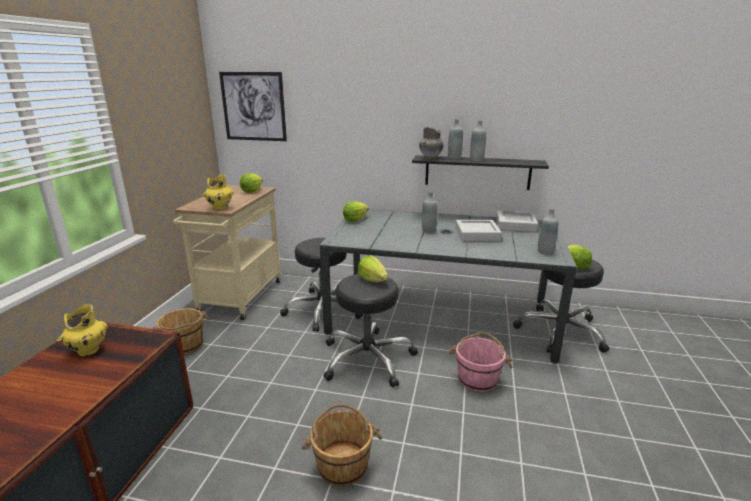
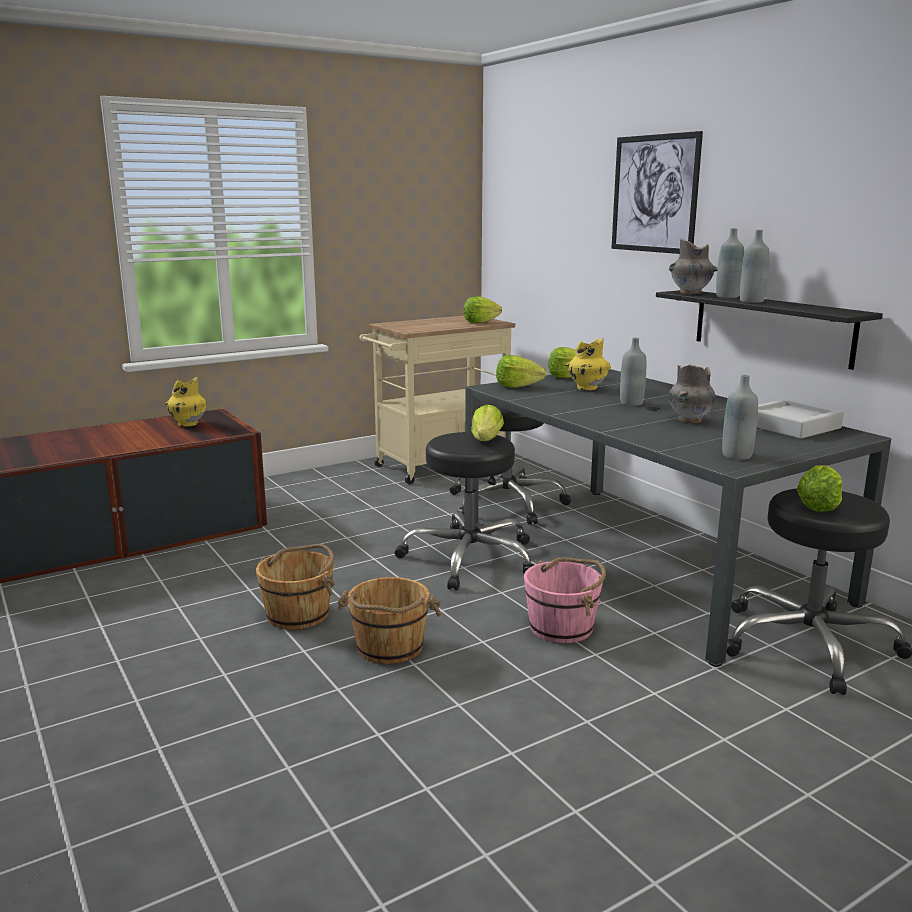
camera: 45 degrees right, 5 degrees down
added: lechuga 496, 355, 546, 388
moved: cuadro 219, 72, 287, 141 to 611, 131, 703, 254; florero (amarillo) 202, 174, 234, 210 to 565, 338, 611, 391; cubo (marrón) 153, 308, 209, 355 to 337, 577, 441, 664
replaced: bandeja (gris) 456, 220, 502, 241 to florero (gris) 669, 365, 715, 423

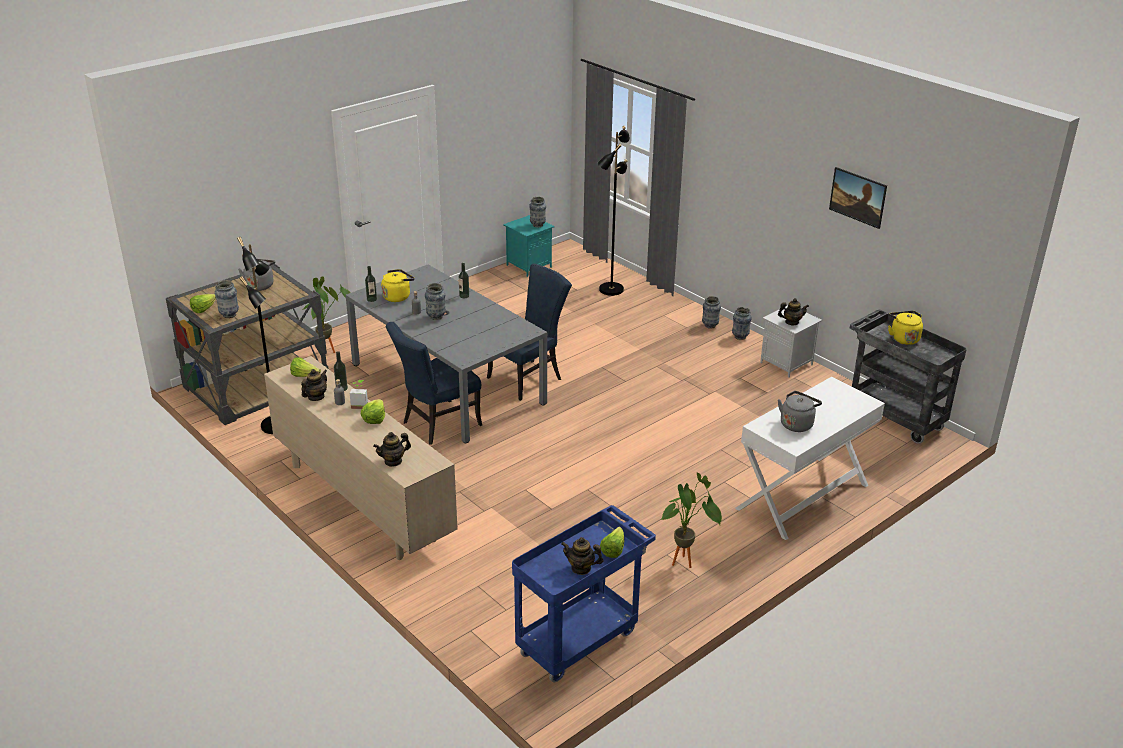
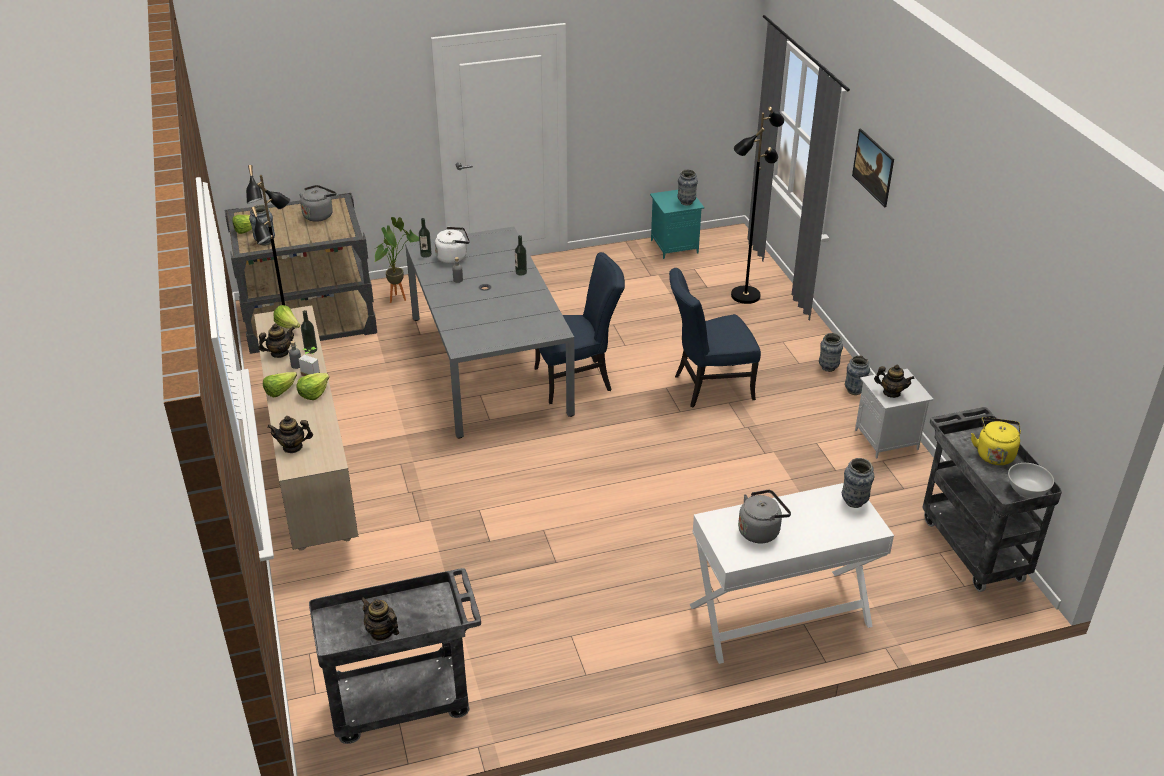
camera: 25 degrees right, 5 degrees up
removed: planta en maceta 661, 473, 722, 568
added: cuenco (blanco) 1008, 463, 1054, 498
moved: cuadro 829, 167, 887, 229 to 852, 128, 894, 208; florero 425, 283, 446, 320 to 842, 458, 874, 508; silla (azul) 386, 322, 482, 445 to 669, 268, 761, 407; lechuga 600, 527, 624, 558 to 263, 372, 297, 397
recoloured: hervidor (amarillo) 381, 269, 414, 302 to hervidor (blanco) 435, 227, 470, 264; carrito (azul) 512, 505, 656, 682 to carrito (gris) 309, 568, 481, 744

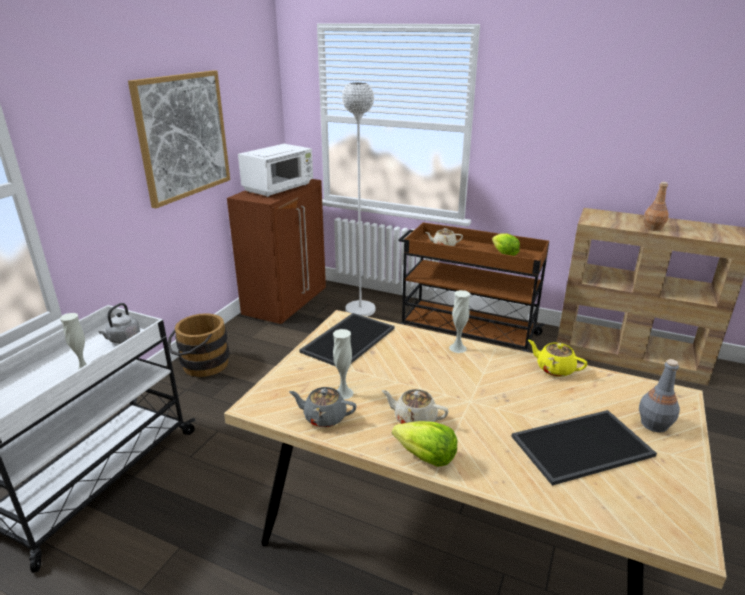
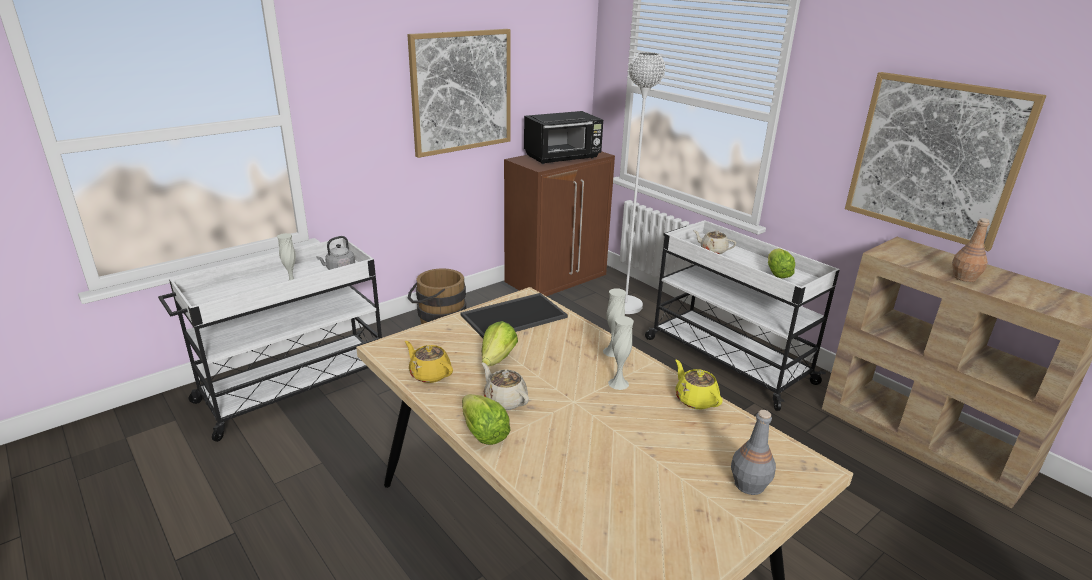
camera: 25 degrees right, 0 degrees up
removed: bandeja 511, 410, 657, 486
added: cuadro 845, 72, 1046, 251; lechuga 482, 321, 518, 366
moved: florero (blanco) 333, 329, 354, 399 to 608, 316, 634, 390
recoloured: microondas (blanco) 238, 144, 313, 197 to microondas (negro) 524, 111, 603, 164; carrito (marrón) 398, 222, 549, 353 to carrito (blanco) 645, 220, 840, 411; tetera (gris) 289, 387, 357, 427 to tetera (amarillo) 405, 341, 453, 383

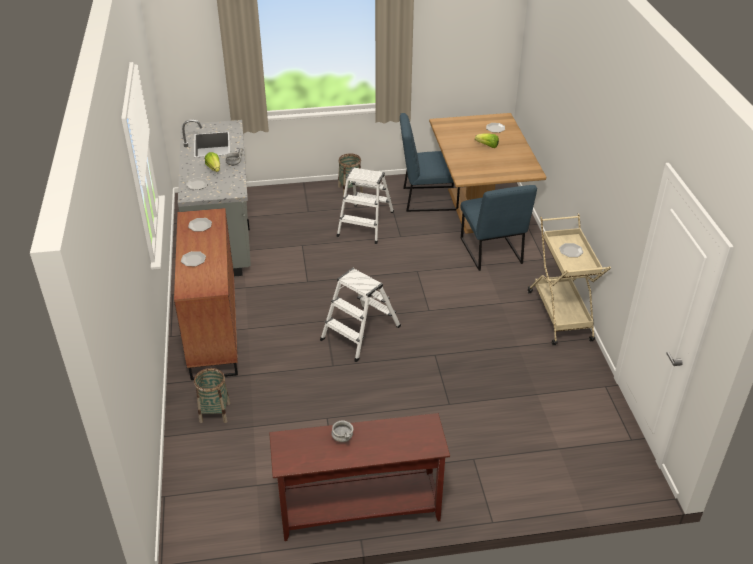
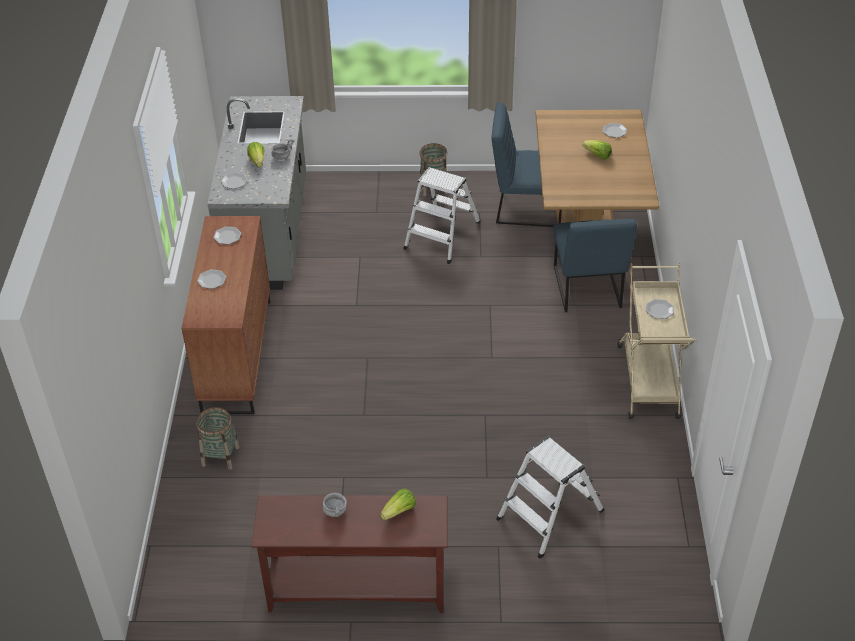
camera: 10 degrees right, 5 degrees up
added: lechuga 380, 489, 416, 520
moved: escalera de tijera (blanco) 320, 268, 401, 362 to 496, 436, 605, 559

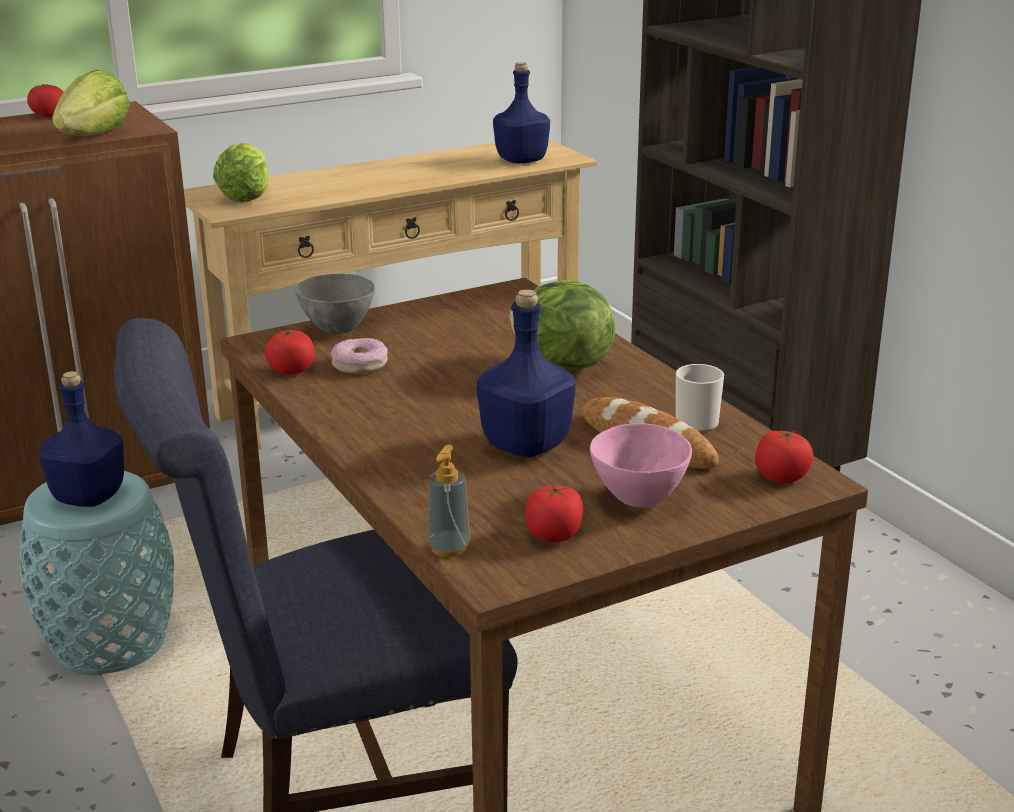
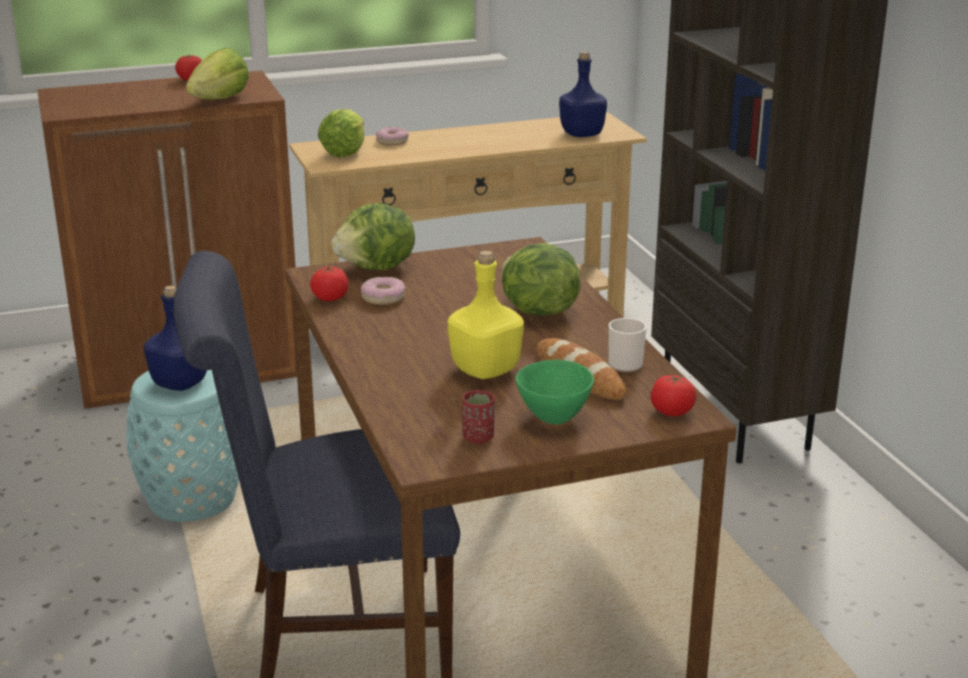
camera: 10 degrees right, 0 degrees up
removed: dispensador de jabón 427, 445, 470, 557
added: rosquilla 376, 127, 409, 146
replaced: cuenco (gris) 295, 274, 375, 334 to lechuga 331, 203, 415, 270; tomate 525, 484, 583, 542 to taza (rojo) 462, 390, 495, 444
recoloured: botella (azul) 477, 289, 576, 457 to botella (amarillo) 448, 250, 524, 379; cuenco (rosa) 590, 423, 692, 508 to cuenco (verde) 516, 360, 594, 425

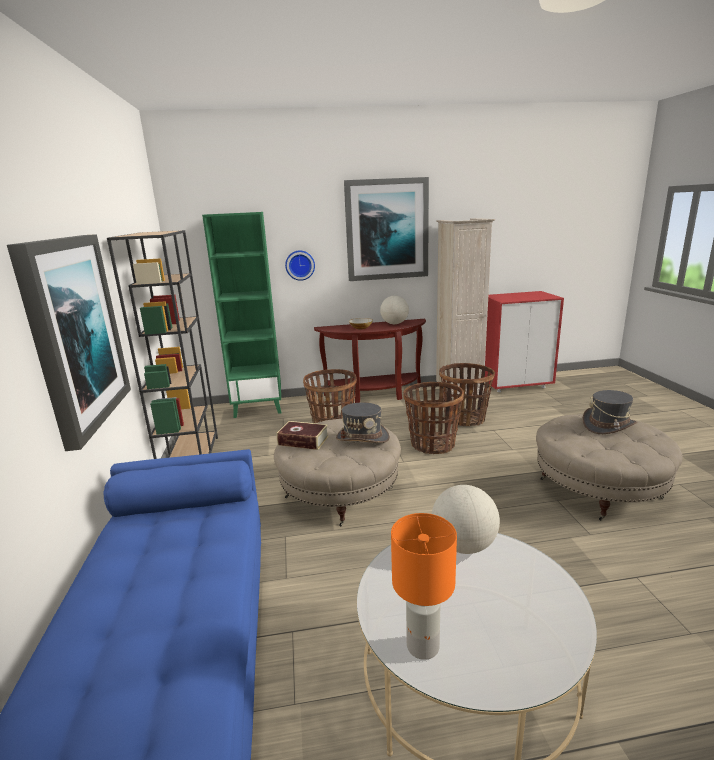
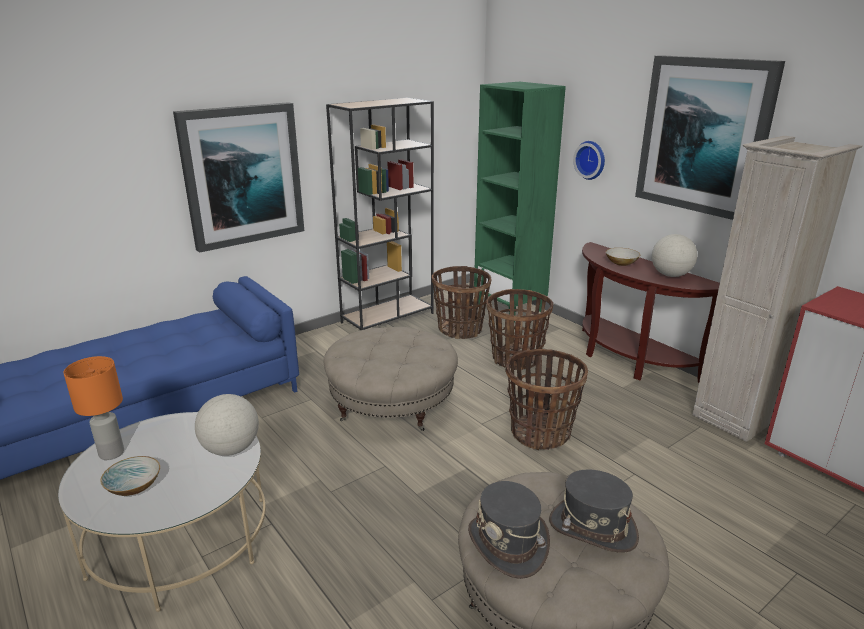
camera: 60 degrees right, 5 degrees up
removed: libro 277, 421, 329, 450
added: cuenco 100, 456, 160, 496
moved: cesta 439, 363, 495, 426 to 432, 266, 492, 339; sombrero (gris) 336, 402, 390, 443 to 468, 481, 550, 579

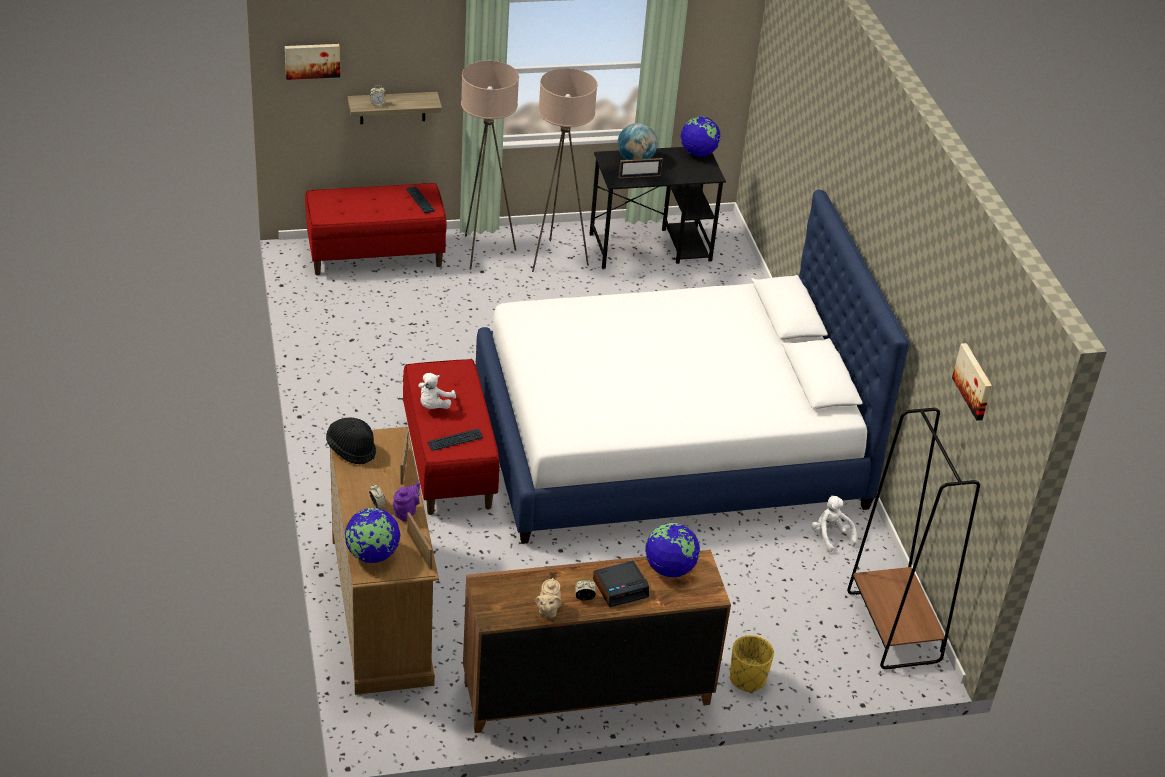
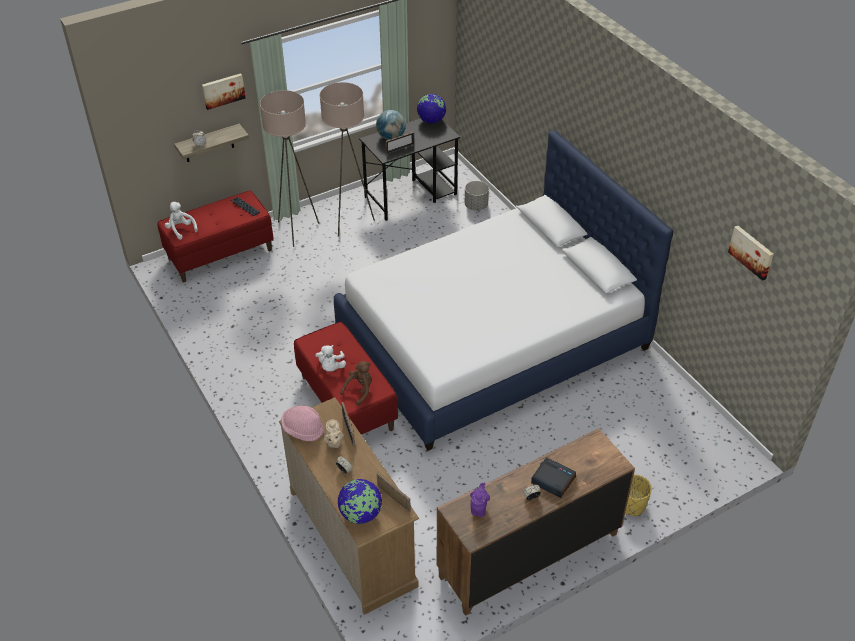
camera: 15 degrees left, 5 degrees up
removed: perchero 847, 408, 980, 669; globo terráqueo 645, 523, 700, 577
added: maceta (gris) 465, 181, 489, 211
moved: cuadro 285, 44, 340, 80 to 202, 73, 246, 110; tetera (morado) 393, 482, 420, 521 to 470, 482, 490, 517; peluche (blanco) 811, 495, 856, 552 to 165, 202, 198, 240; tetera (beis) 536, 578, 561, 619 to 324, 419, 343, 448
replaced: teclado 427, 428, 484, 451 to peluche (marrón) 340, 361, 372, 406
recoloured: sombrero (negro) 326, 417, 376, 464 to sombrero (rosa) 281, 406, 324, 441
turned: despertador 593, 561, 649, 607 = 531, 457, 576, 498 105 degrees counterclockwise

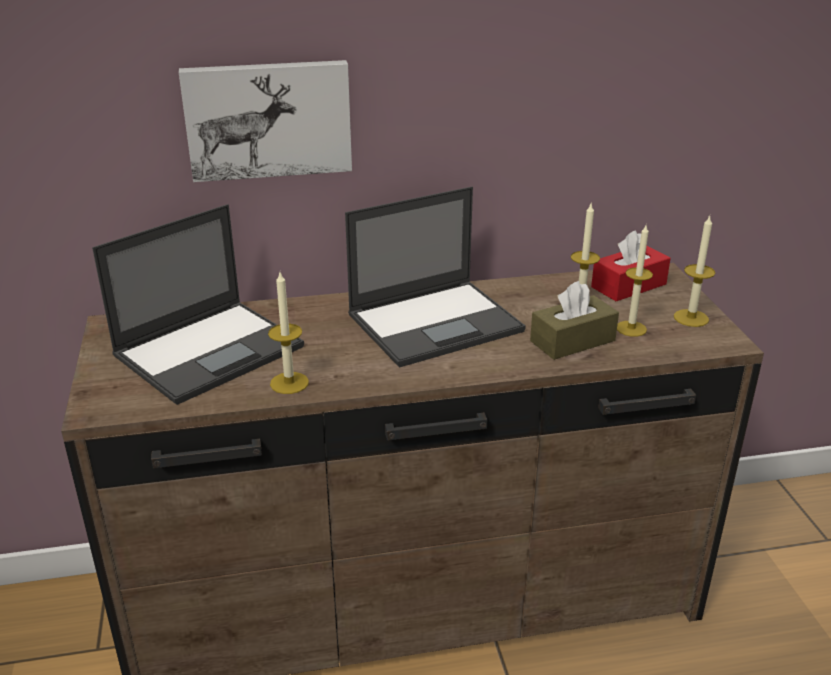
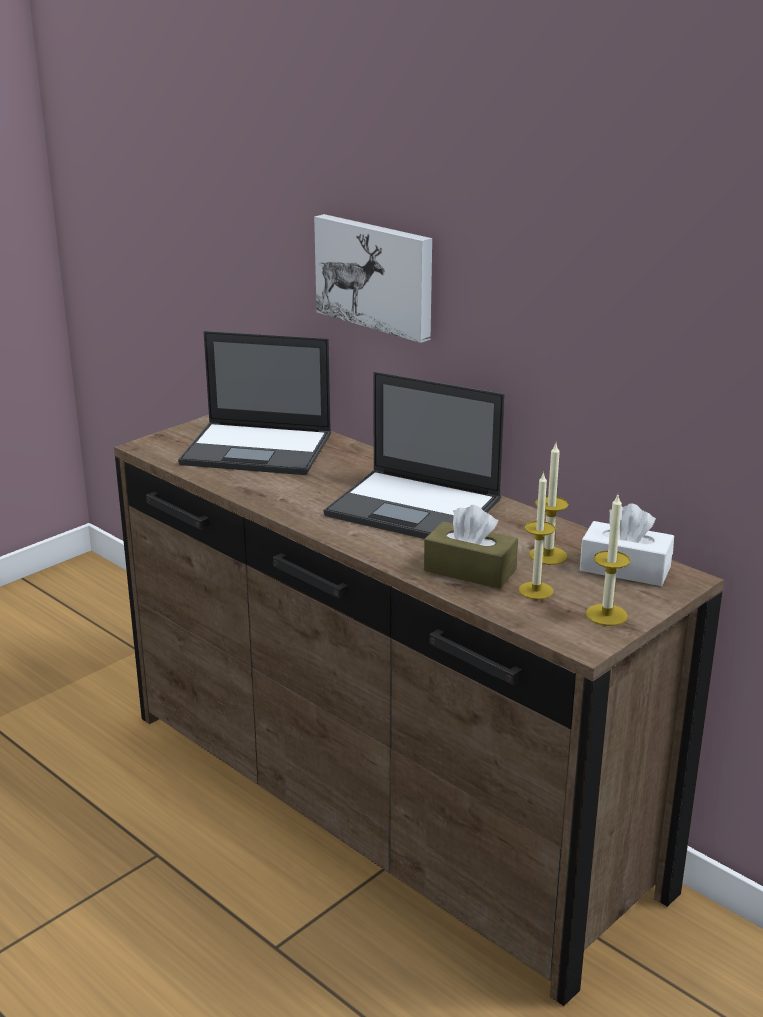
camera: 55 degrees right, 5 degrees down
removed: vela 268, 272, 309, 394
recoloured: caja de pañuelos (rojo) 591, 230, 671, 301 to caja de pañuelos (blanco) 580, 504, 674, 586

